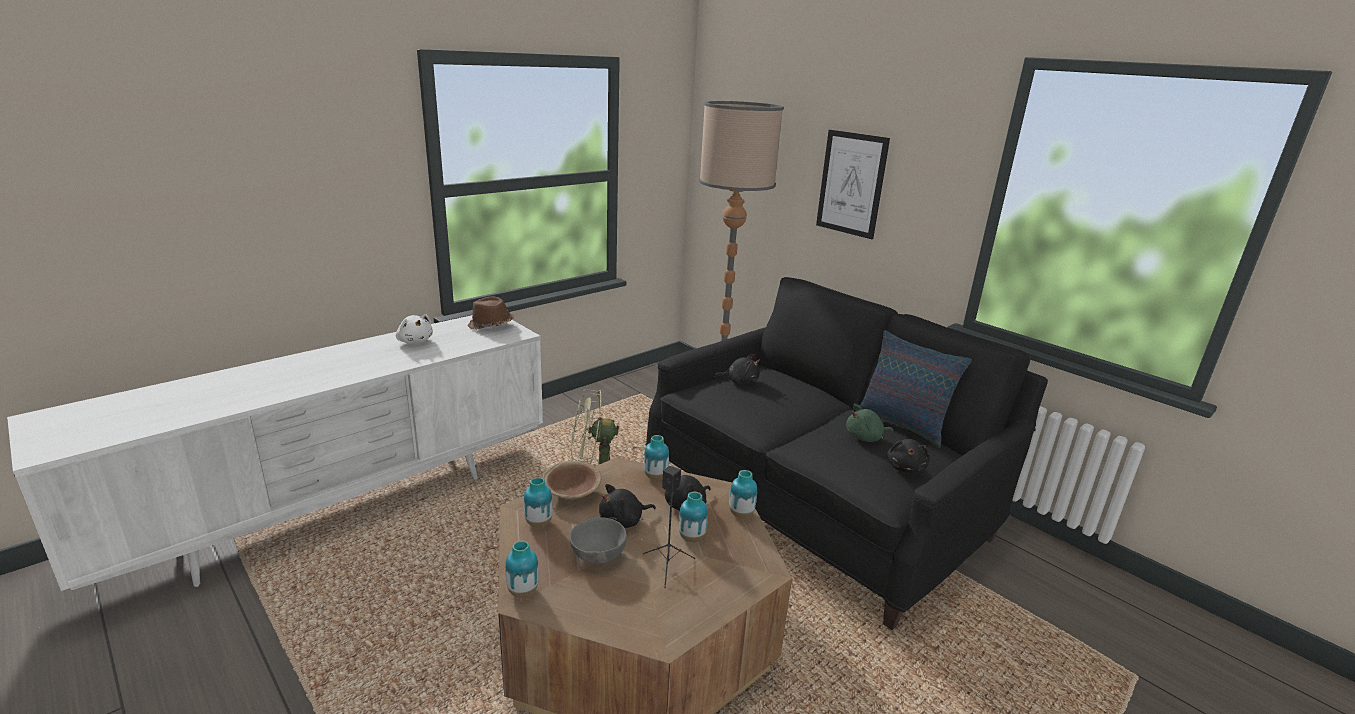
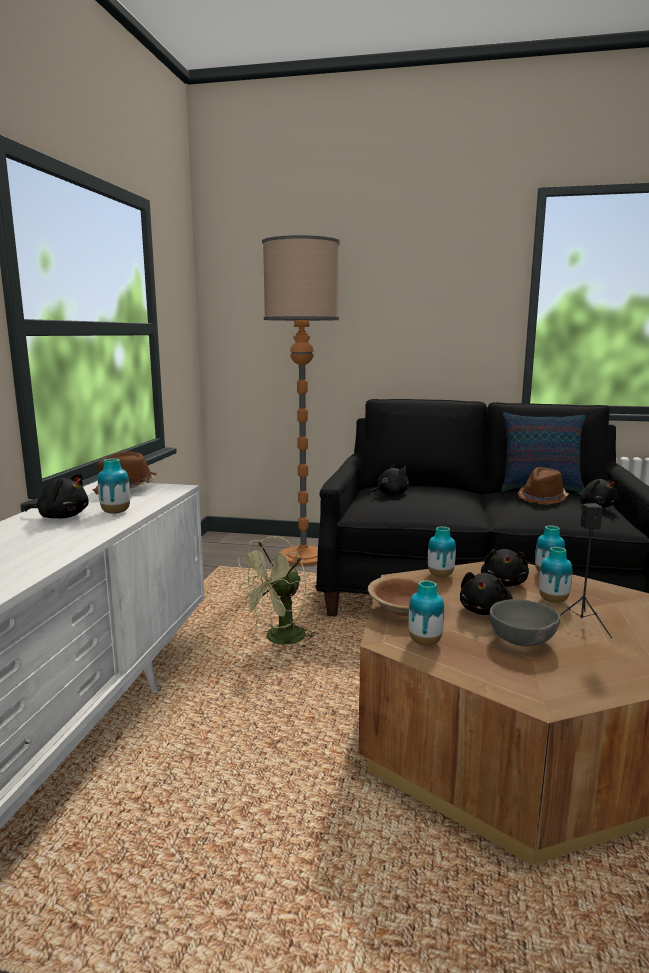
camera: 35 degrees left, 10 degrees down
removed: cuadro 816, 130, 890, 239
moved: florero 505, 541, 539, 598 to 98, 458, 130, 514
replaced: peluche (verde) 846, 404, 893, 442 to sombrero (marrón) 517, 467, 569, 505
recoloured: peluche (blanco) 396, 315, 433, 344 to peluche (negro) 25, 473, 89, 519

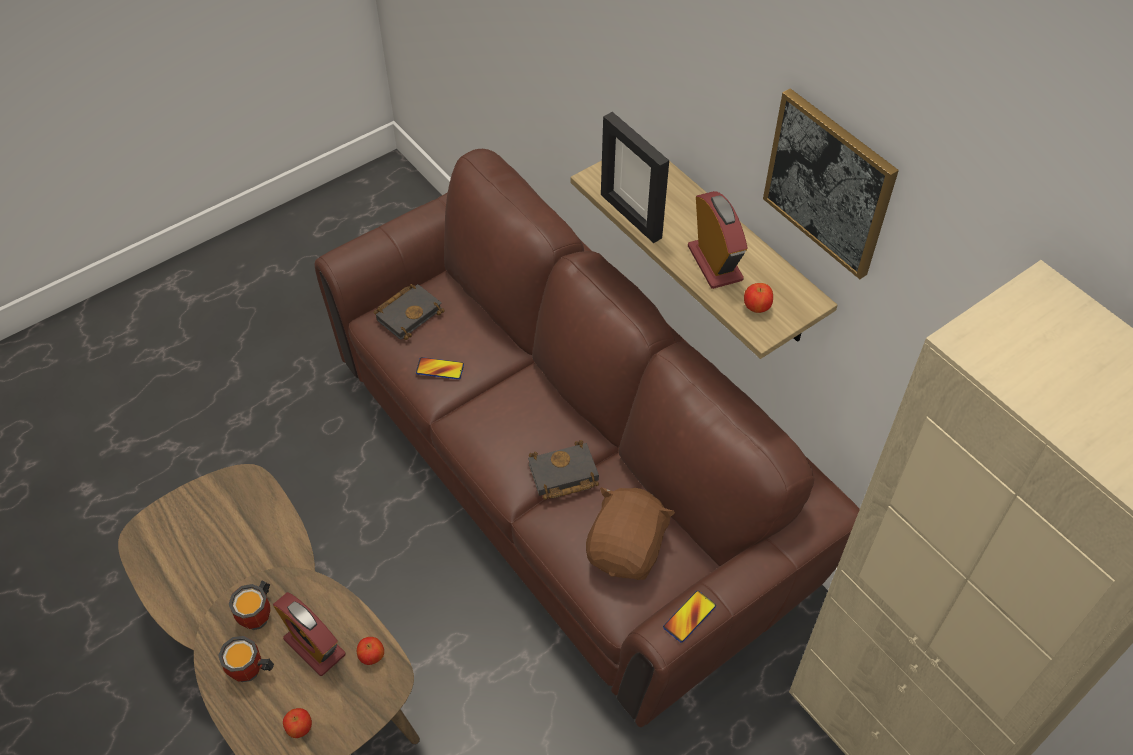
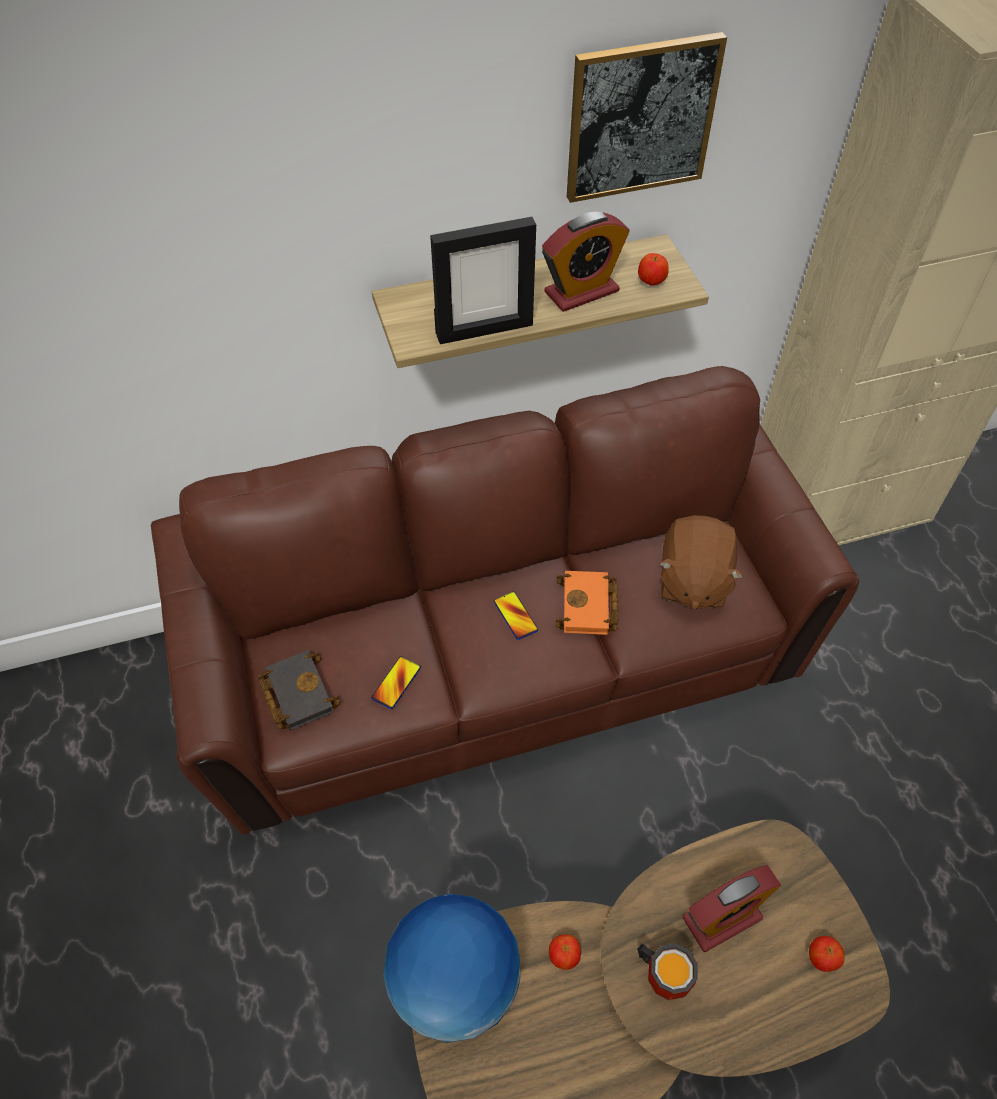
camera: 70 degrees left, 0 degrees up
removed: taza grande 218, 636, 274, 682
added: globo terráqueo 383, 894, 520, 1043
moved: móvil 663, 591, 716, 643 to 494, 591, 538, 640; manzana 357, 637, 384, 665 to 549, 934, 581, 970
recoloured: libro (negro) 528, 440, 599, 500 to libro (naranja) 556, 571, 619, 635
turned: despertador 688, 191, 748, 289 = 542, 212, 630, 312 150 degrees clockwise; peluche (marrón) 586, 487, 675, 580 = 659, 515, 744, 610 120 degrees counterclockwise

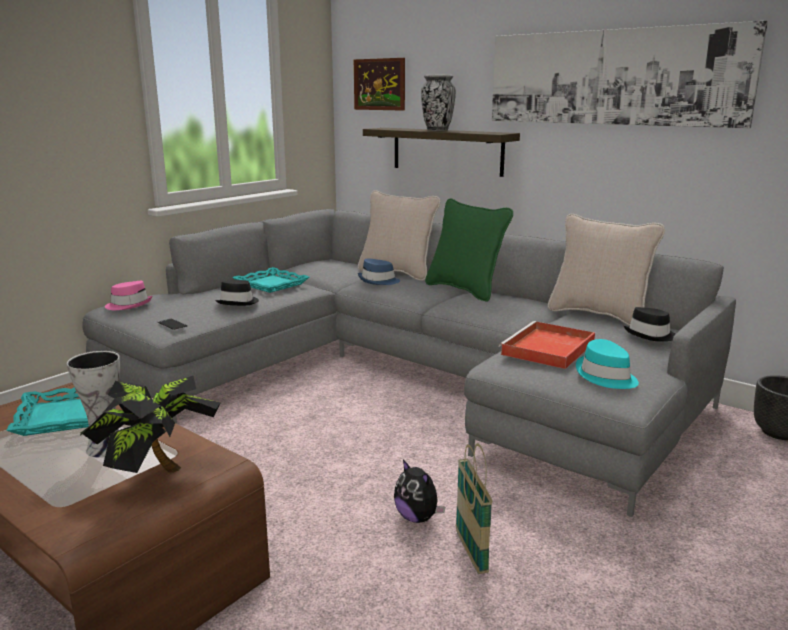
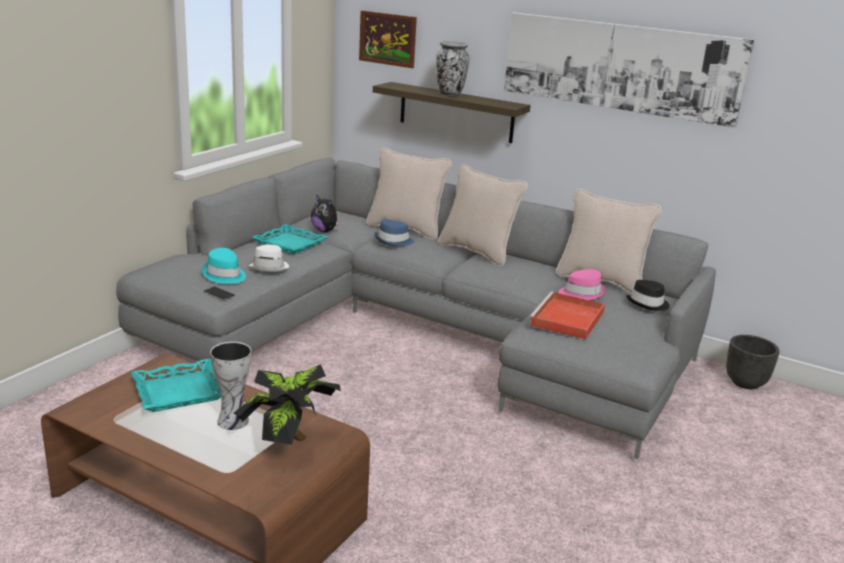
camera: 10 degrees left, 5 degrees up
removed: cesta 456, 443, 493, 574
moved: sombrero (rosa) 105, 281, 152, 310 to 559, 269, 606, 300; sombrero (turquesa) 576, 339, 639, 389 to 202, 248, 246, 284; peluche 394, 460, 445, 523 to 311, 194, 342, 232
recoloured: cojín (verde) 425, 198, 513, 302 to cojín (beis) 438, 164, 528, 266; sombrero (negro) 215, 280, 259, 306 to sombrero (blanco) 249, 245, 289, 272

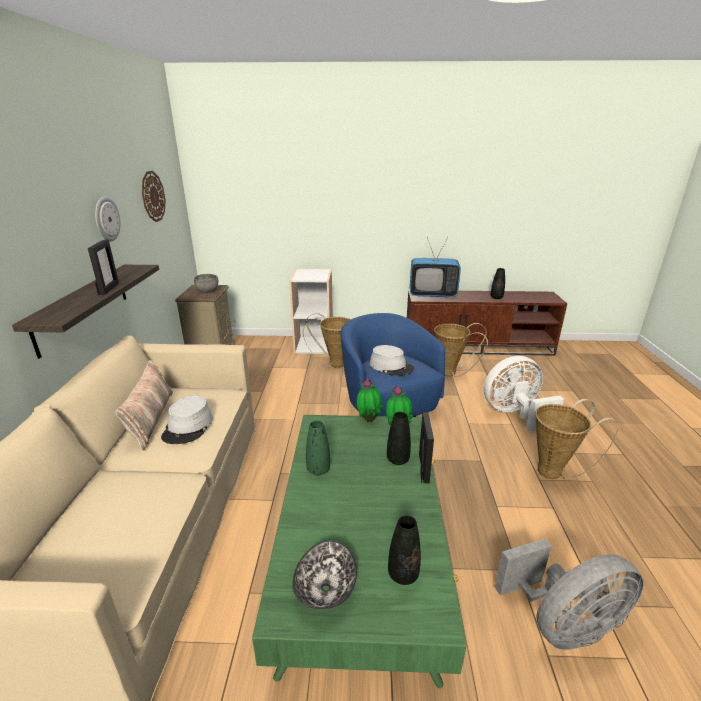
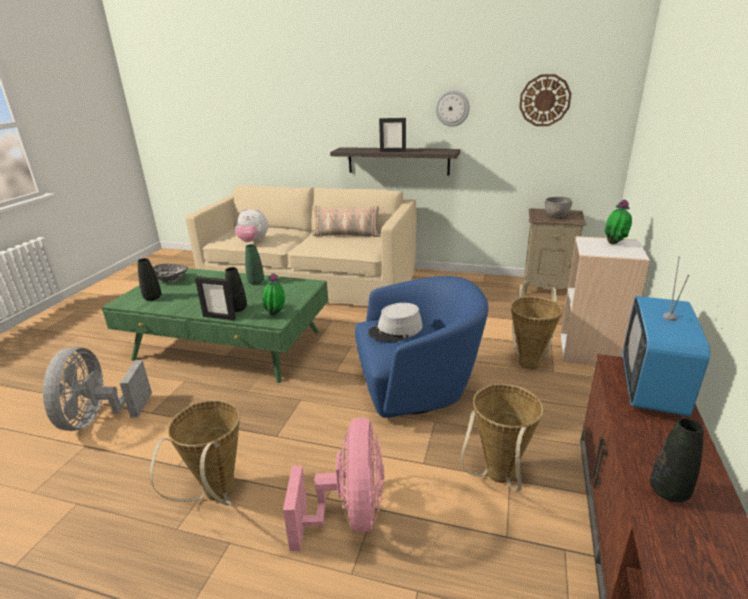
camera: 105 degrees right, 0 degrees up
removed: sombrero (gris) 161, 395, 213, 444
added: peluche 235, 208, 268, 242
moved: planta en maceta 357, 378, 383, 422 to 604, 200, 632, 244
recoloured: ventilador (blanco) 484, 356, 564, 431 to ventilador (rosa) 283, 417, 384, 551

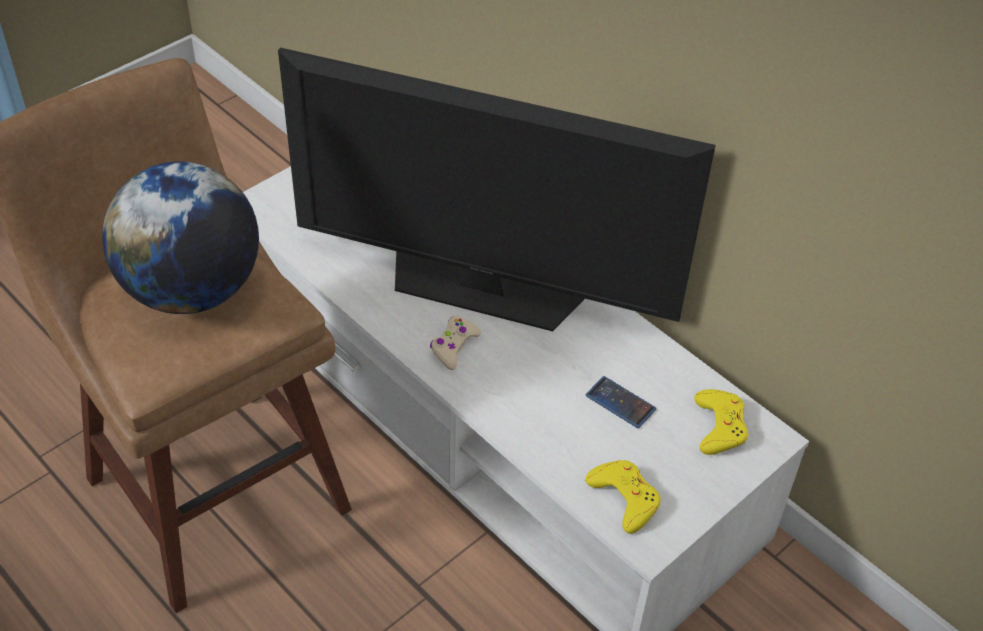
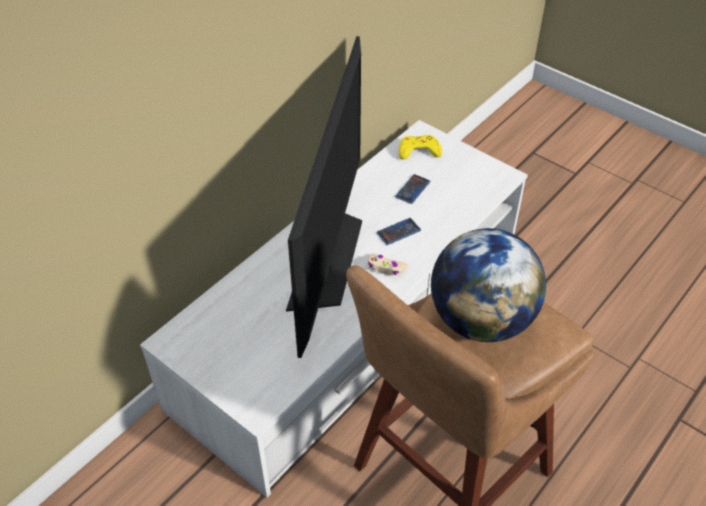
camera: 95 degrees left, 0 degrees up
removed: mando de consola (amarillo) 585, 460, 661, 534
added: móvil 376, 218, 421, 245

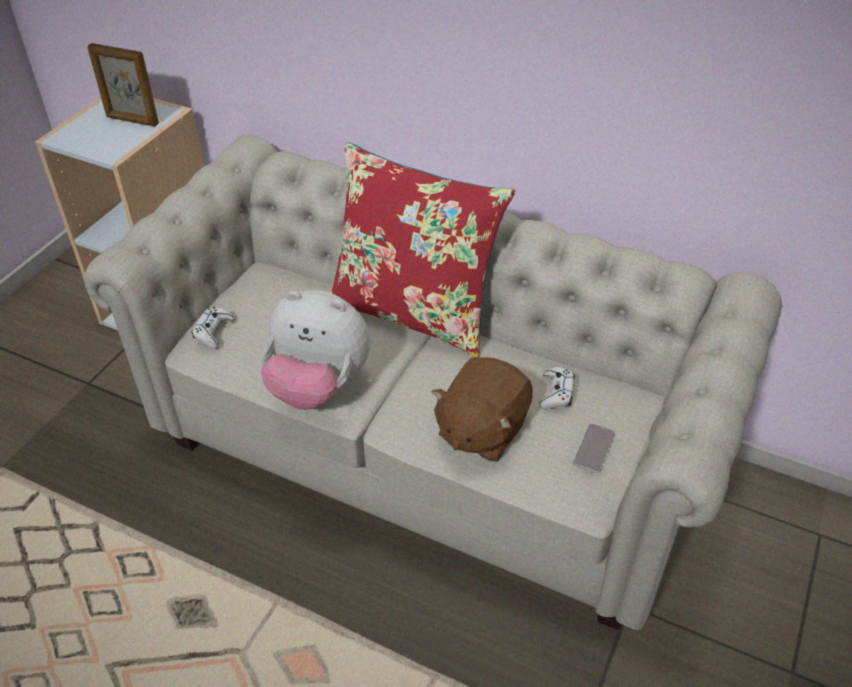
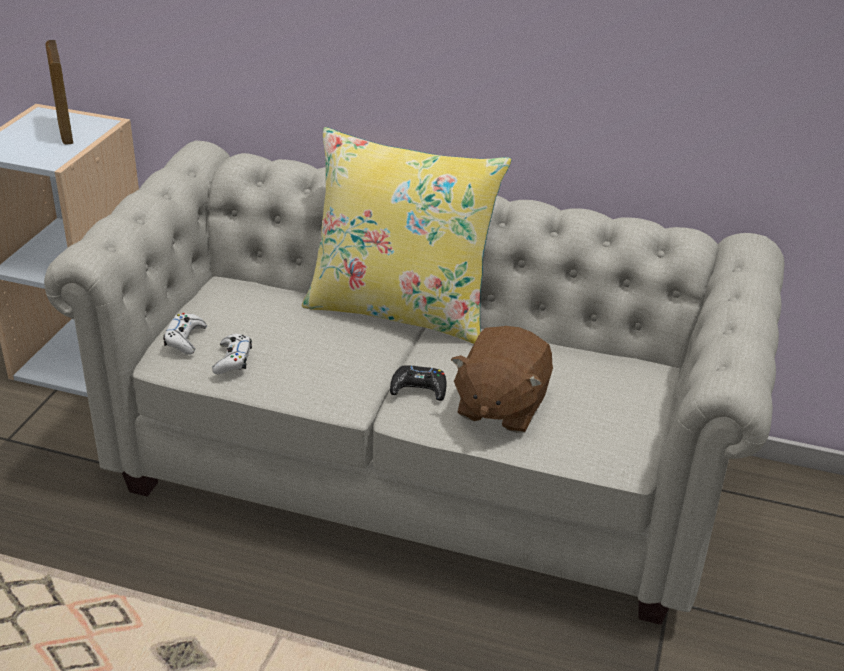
camera: 10 degrees left, 10 degrees down
removed: peluche 261, 290, 370, 410; móvil 573, 423, 615, 473
added: mando de consola (negro) 390, 365, 447, 401
moved: mando de consola (blanco) 539, 367, 575, 409 to 212, 334, 252, 374
recoloured: cojín (rojo) 329, 142, 515, 357 to cojín (amarillo) 302, 127, 511, 344
turned: portarretratos 87, 43, 159, 127 = 45, 40, 73, 145 60 degrees clockwise

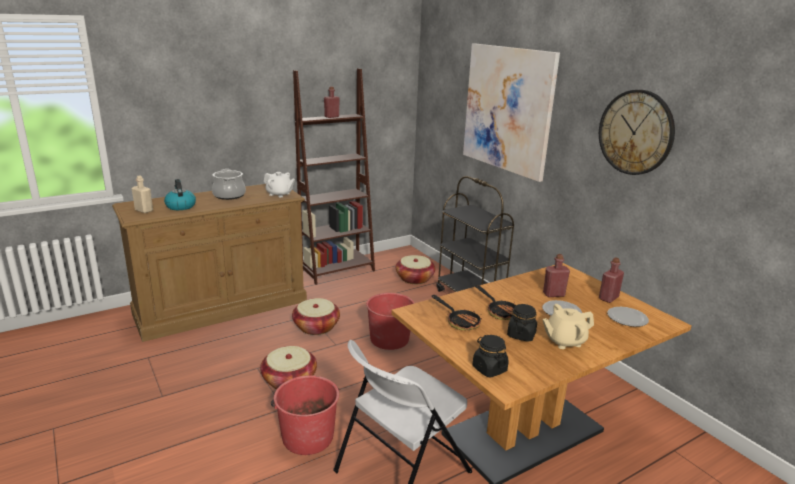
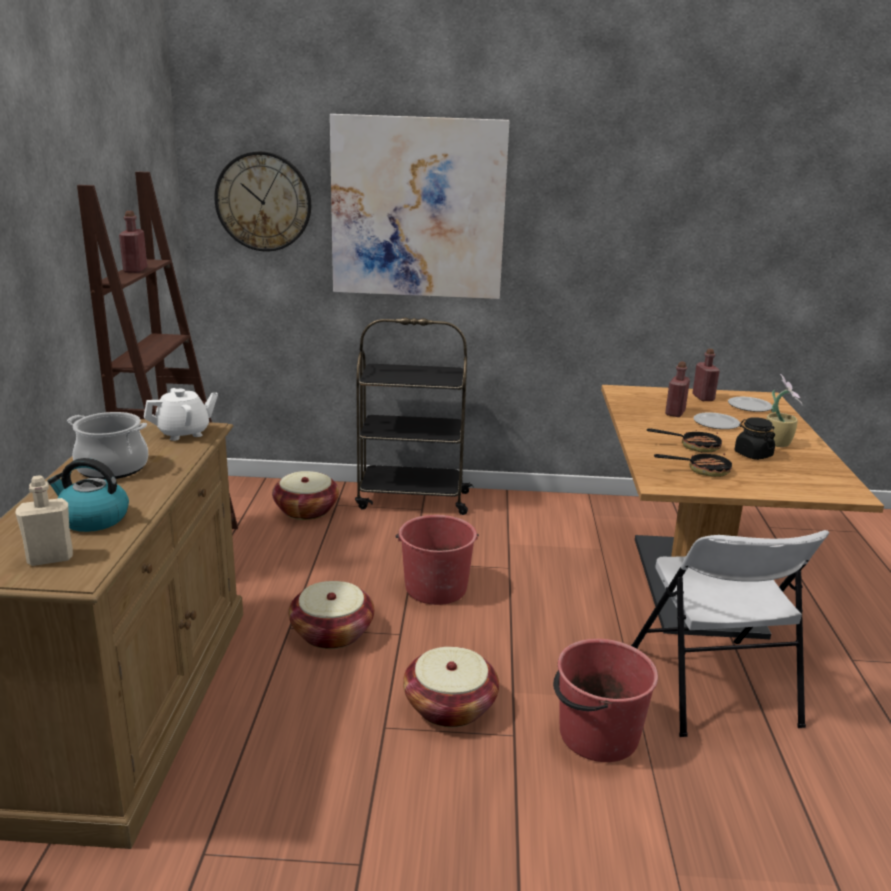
camera: 55 degrees left, 0 degrees up
removed: tarro (negro) 473, 335, 509, 377
moved: reloj de pared 599, 90, 675, 175 to 214, 151, 311, 252
replaced: tetera (beis) 542, 304, 594, 349 to planta en maceta 766, 374, 803, 447

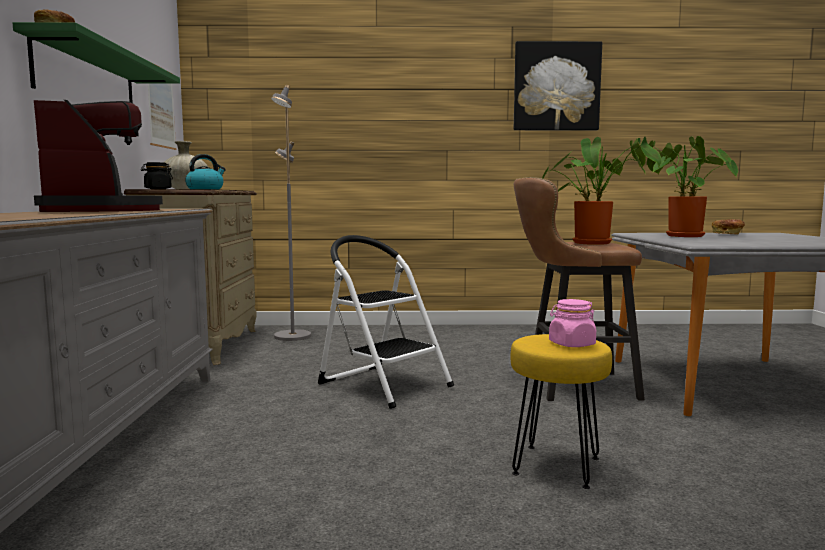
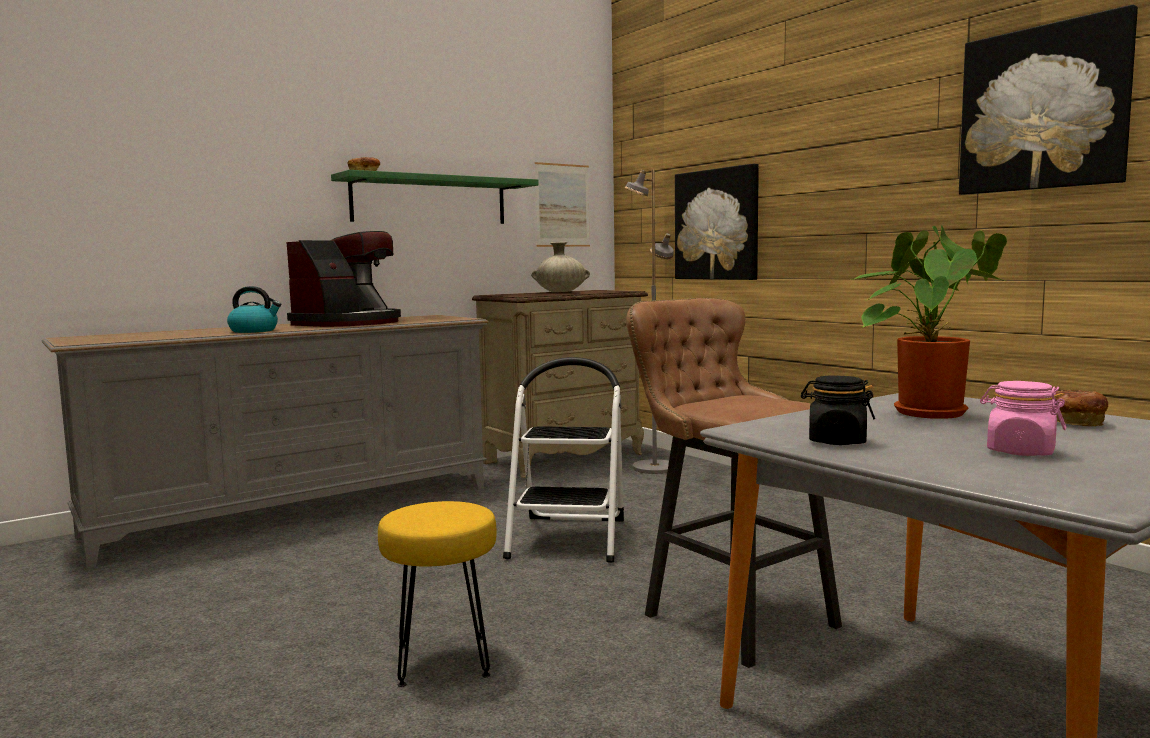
camera: 55 degrees right, 0 degrees up
removed: planta en maceta 542, 137, 662, 245
added: cuadro 675, 164, 759, 280
moved: hervidor 185, 154, 226, 189 to 227, 286, 281, 333; tarro (negro) 141, 162, 173, 189 to 801, 375, 875, 445; tarro (rosa) 549, 299, 596, 347 to 980, 381, 1066, 456

